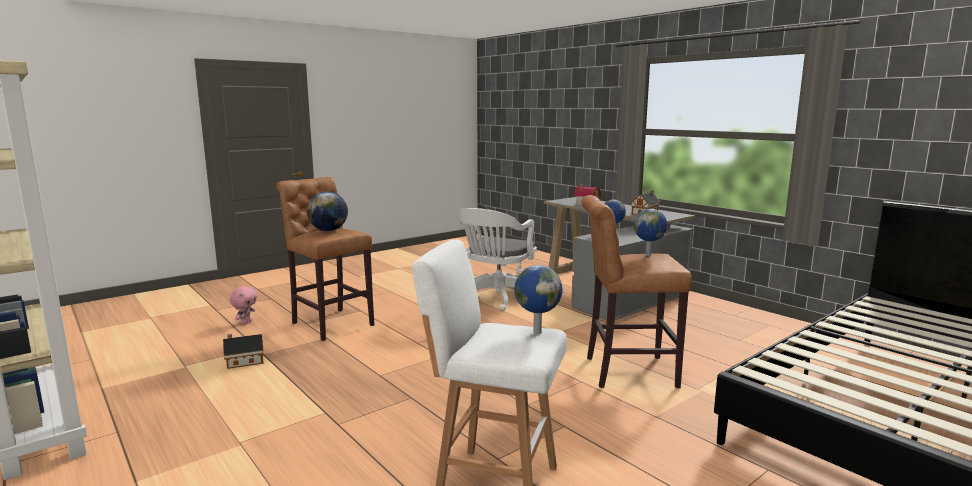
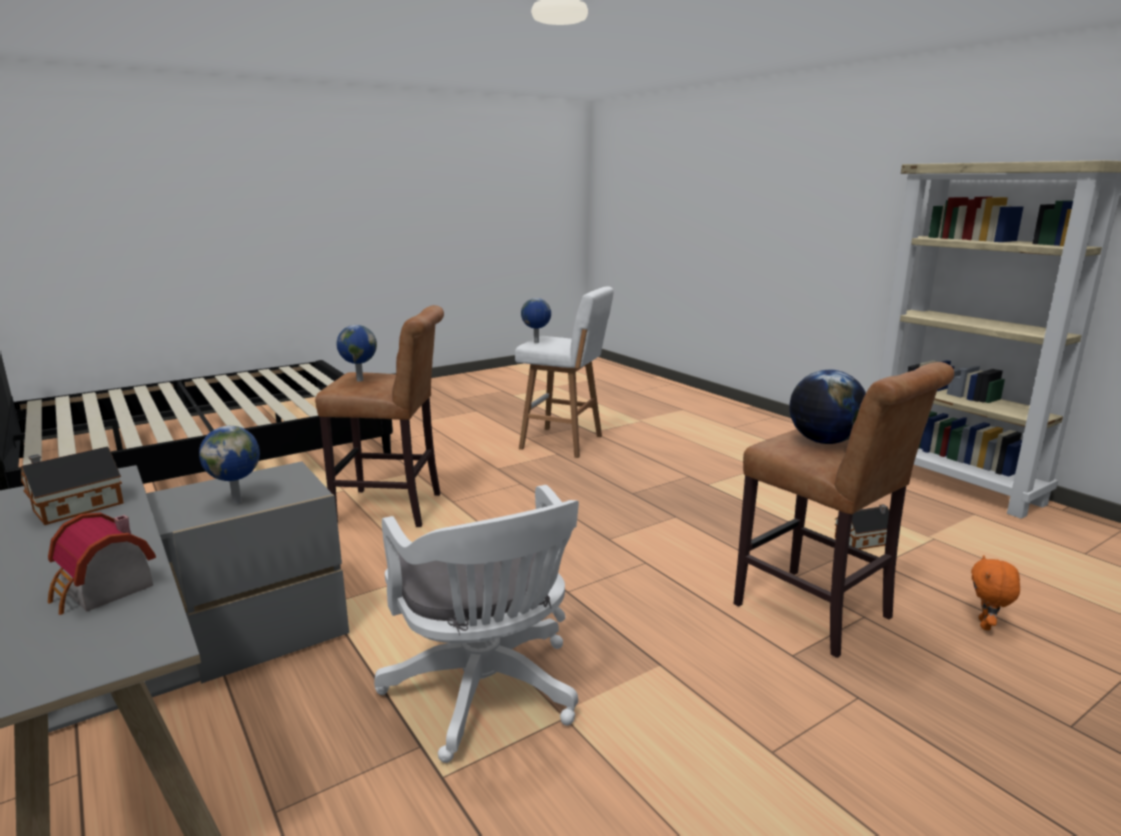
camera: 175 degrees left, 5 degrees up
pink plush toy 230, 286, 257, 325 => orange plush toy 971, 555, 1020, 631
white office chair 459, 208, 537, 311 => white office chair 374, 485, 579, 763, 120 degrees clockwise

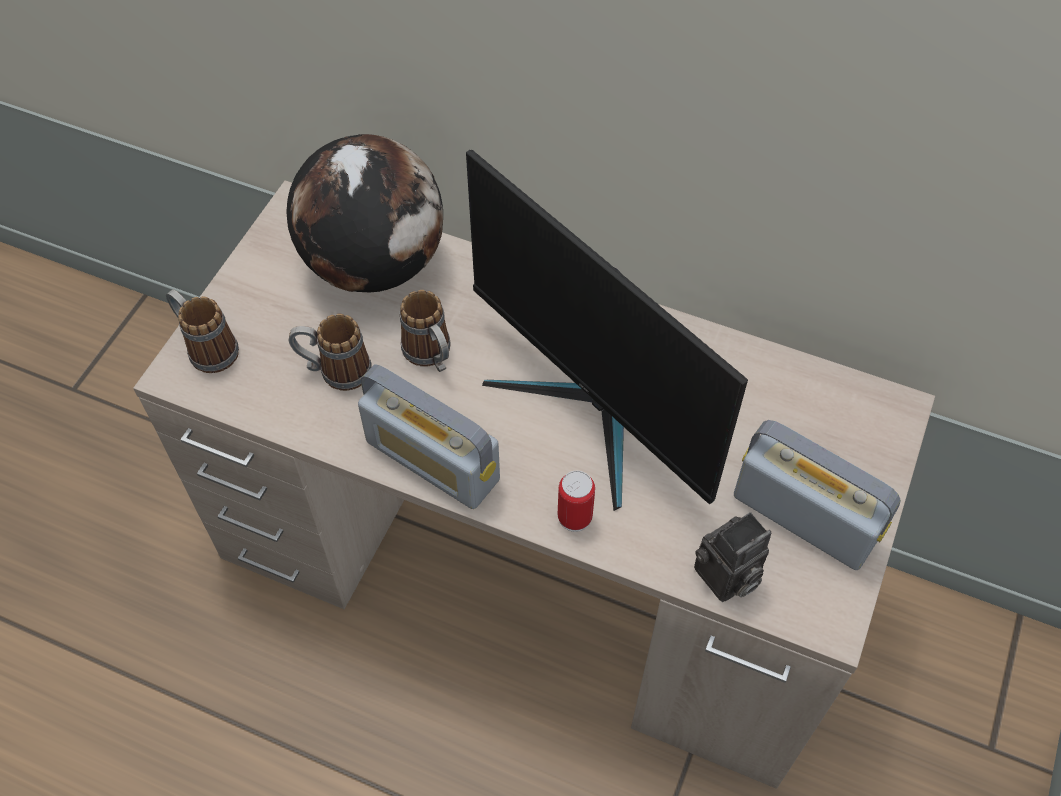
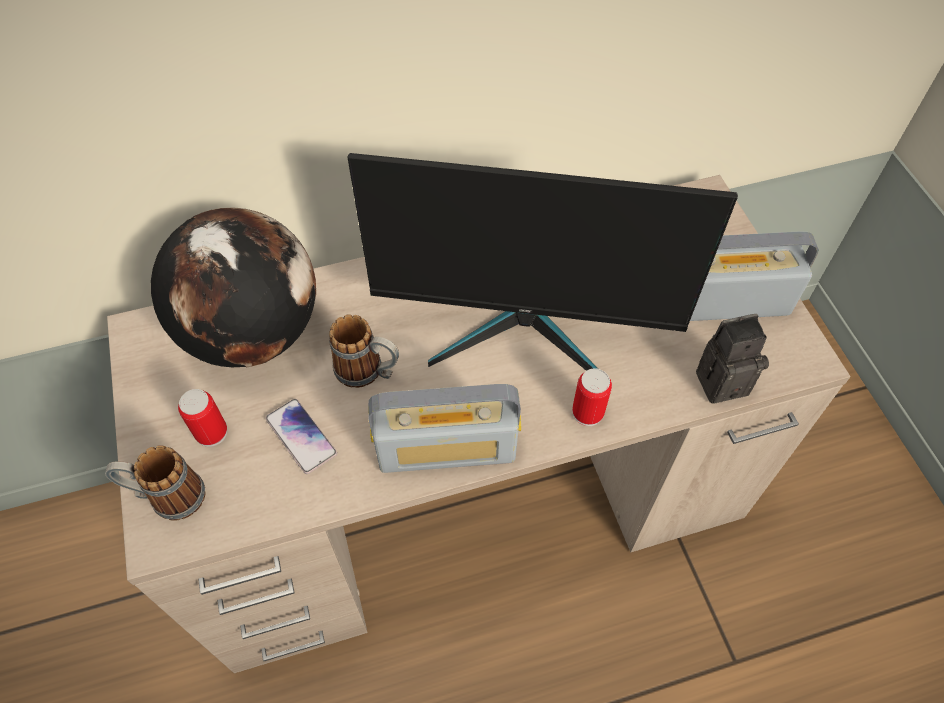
camera: 40 degrees left, 0 degrees up
nothing => can 178, 389, 227, 447
mug 289, 314, 372, 391 => phone 265, 399, 337, 474
photo camera 694, 512, 771, 602 => photo camera 696, 314, 769, 404, 120 degrees counterclockwise

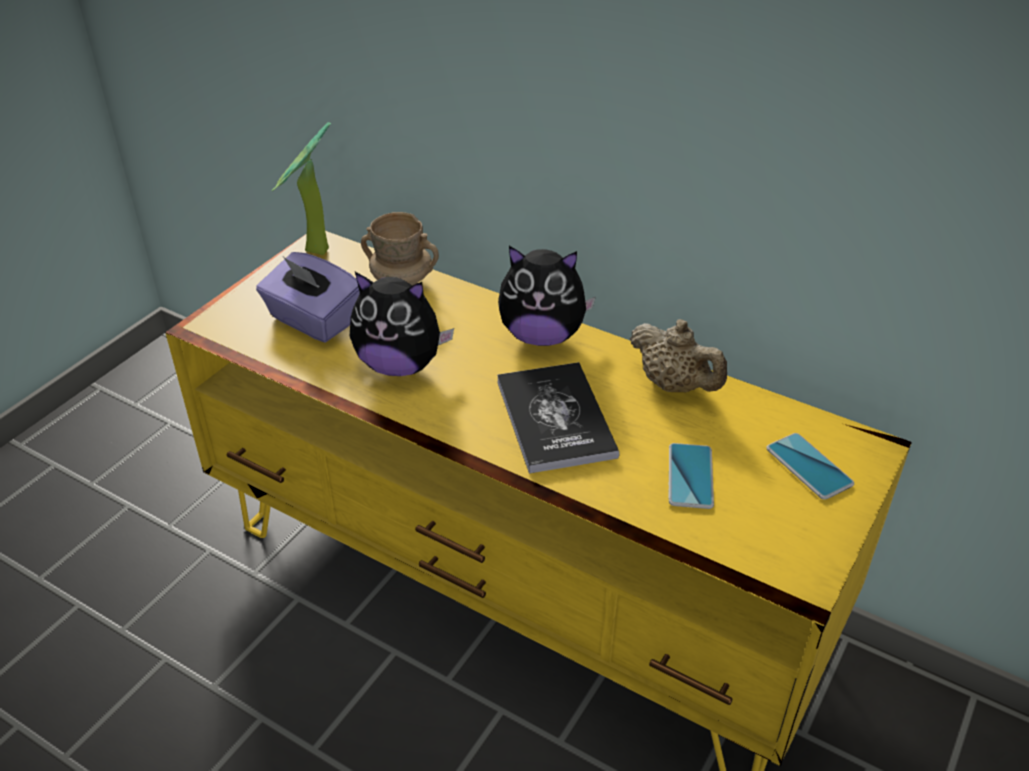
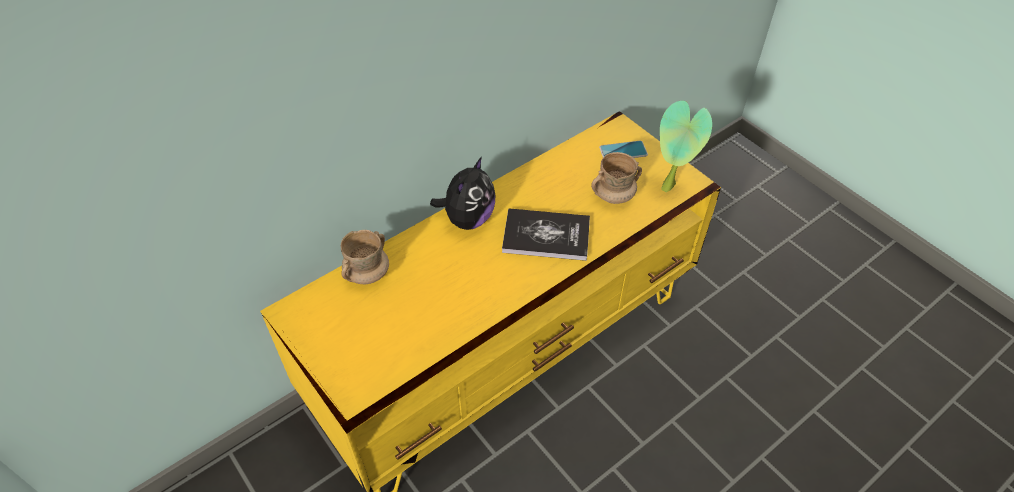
camera: 70 degrees left, 10 degrees up
purple tissue box 256, 252, 360, 342 => nothing
plush toy 350, 272, 454, 376 => nothing
beige teapot 630, 319, 727, 392 => nothing
potted plant 272, 122, 331, 255 => potted plant 660, 100, 712, 192, relocated
phone 668, 443, 714, 509 => beige mug 591, 152, 642, 204

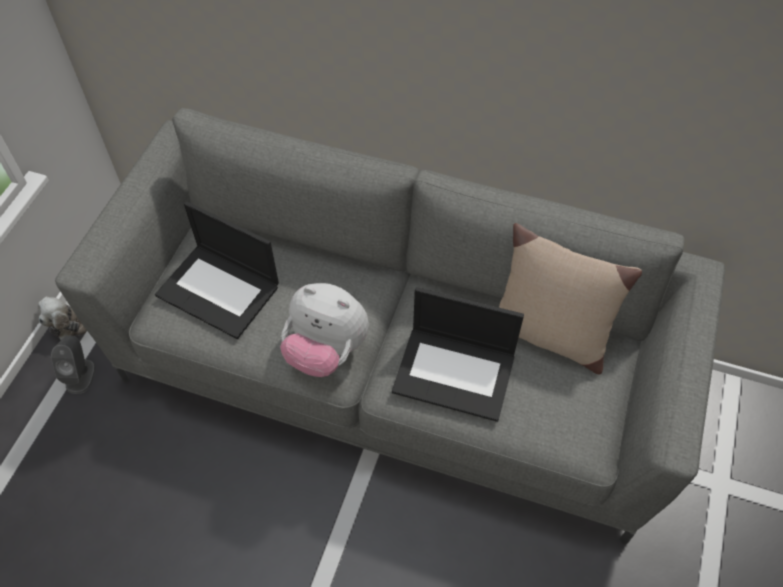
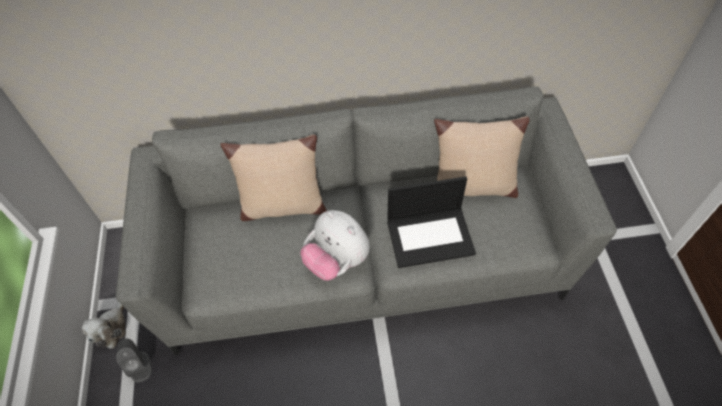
camera: 25 degrees left, 0 degrees up
laptop 155, 201, 279, 339 => nothing
nothing => beige pillow 220, 134, 326, 221
plush toy 280, 283, 369, 377 => plush toy 300, 210, 370, 281, 45 degrees clockwise

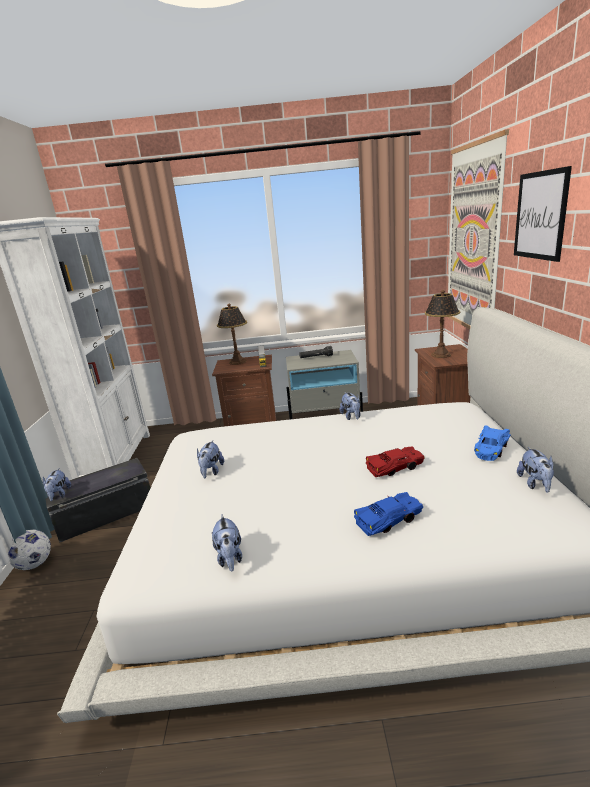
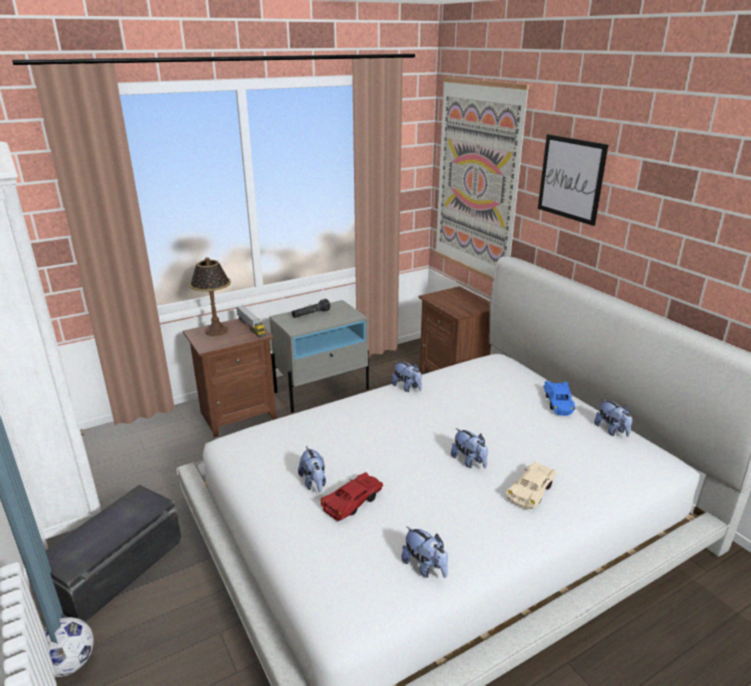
camera: 30 degrees left, 5 degrees up
table lamp 425, 290, 460, 358 => nothing
plush toy 43, 469, 71, 501 => plush toy 451, 428, 488, 468, relocated
red toy car 366, 446, 425, 477 => red toy car 321, 472, 383, 521, relocated
blue toy car 354, 492, 423, 536 => beige toy car 506, 462, 557, 510

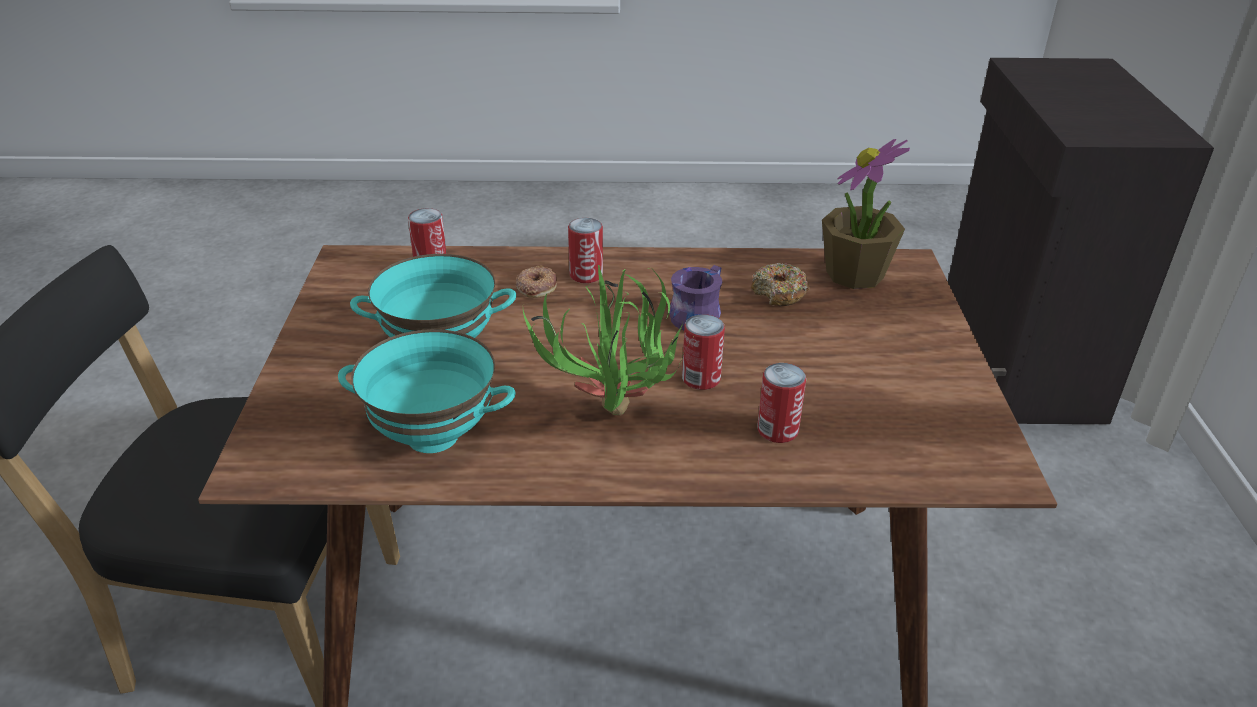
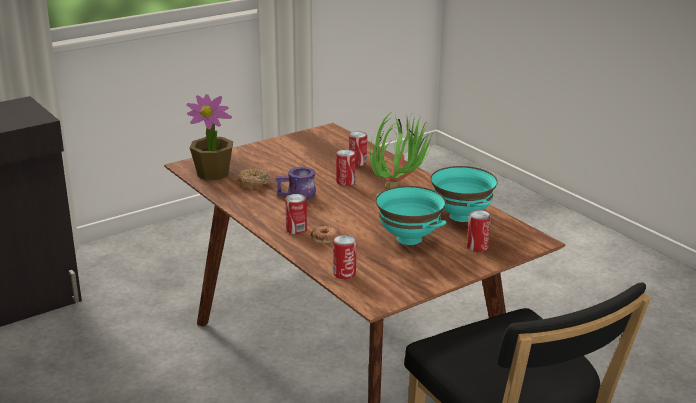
camera: 125 degrees left, 10 degrees down
nothing => can 467, 210, 491, 252

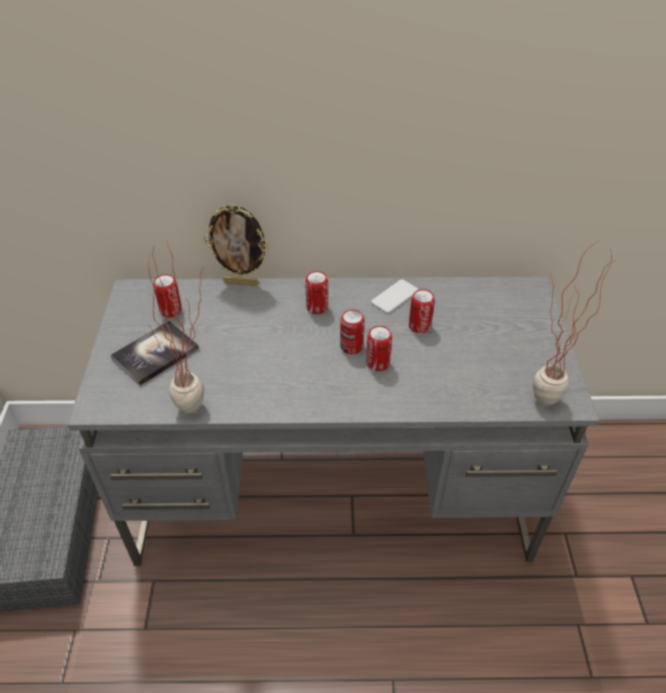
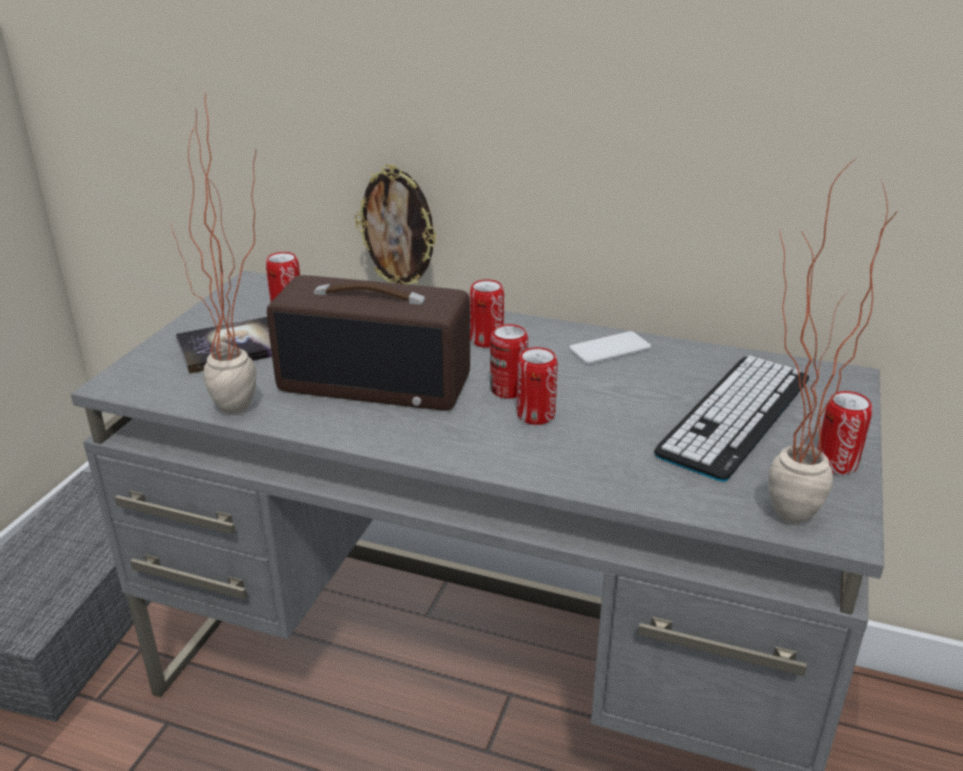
camera: 20 degrees right, 15 degrees down
nothing => radio 267, 275, 470, 410
nothing => keyboard 654, 356, 809, 482
can 409, 289, 435, 333 => can 817, 391, 872, 475, relocated

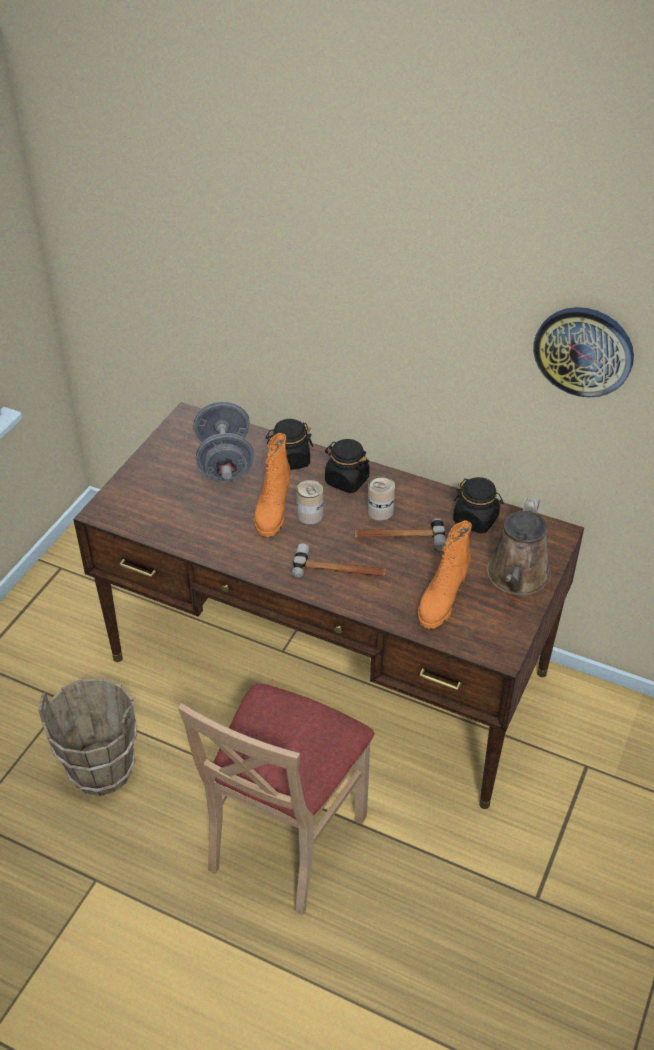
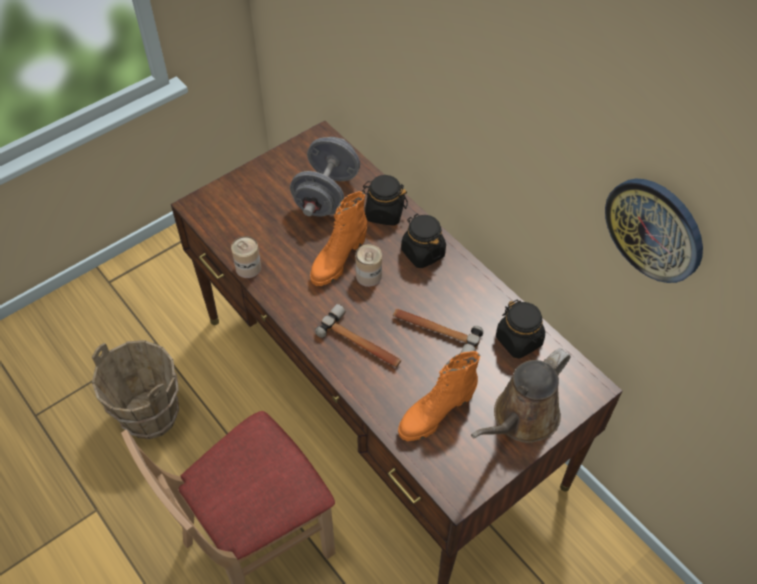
camera: 25 degrees right, 10 degrees up
can 367, 476, 395, 521 => can 231, 236, 261, 278, relocated

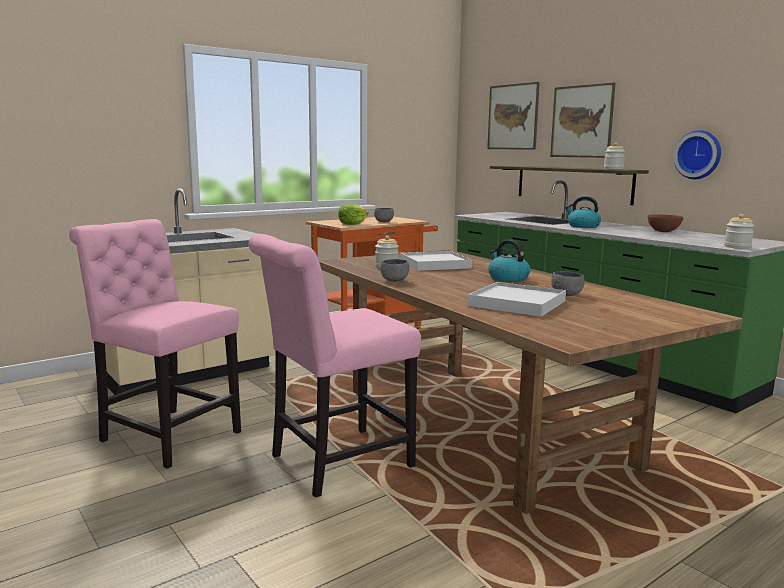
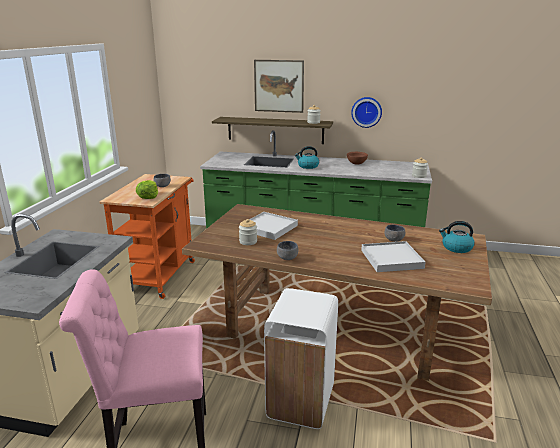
camera: 40 degrees left, 10 degrees up
picture 487, 82, 540, 150 => nothing
kettle 488, 240, 530, 282 => kettle 439, 221, 475, 253, relocated
pink chair 249, 234, 421, 498 => white trash can 264, 288, 338, 429

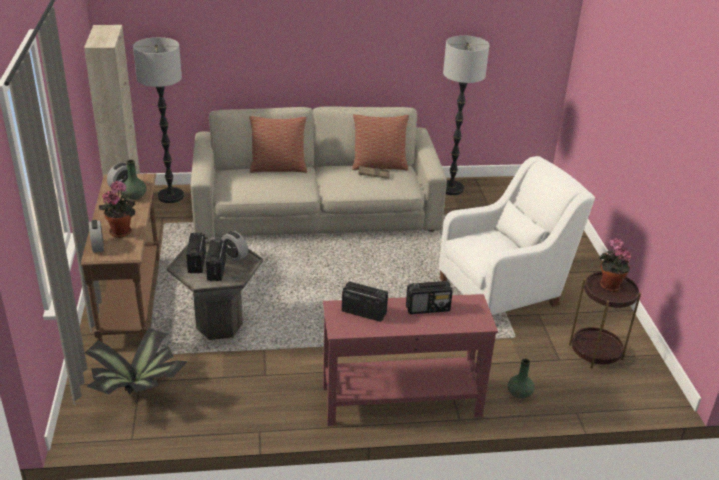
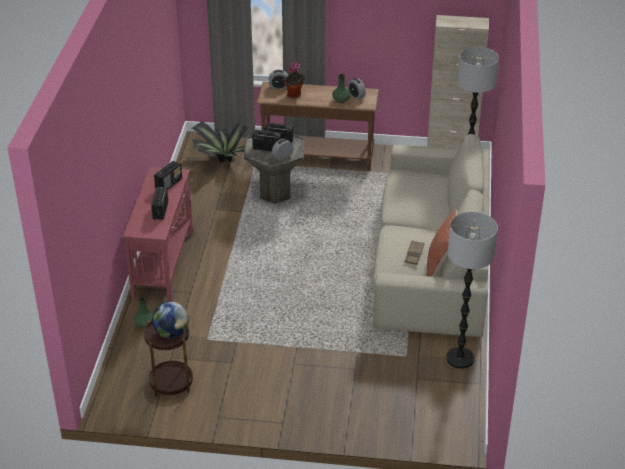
camera: 105 degrees right, 5 degrees up
pillow 249, 116, 307, 173 => nothing
white armchair 439, 156, 595, 317 => nothing
potted plant 599, 238, 631, 292 => globe 152, 302, 189, 338

